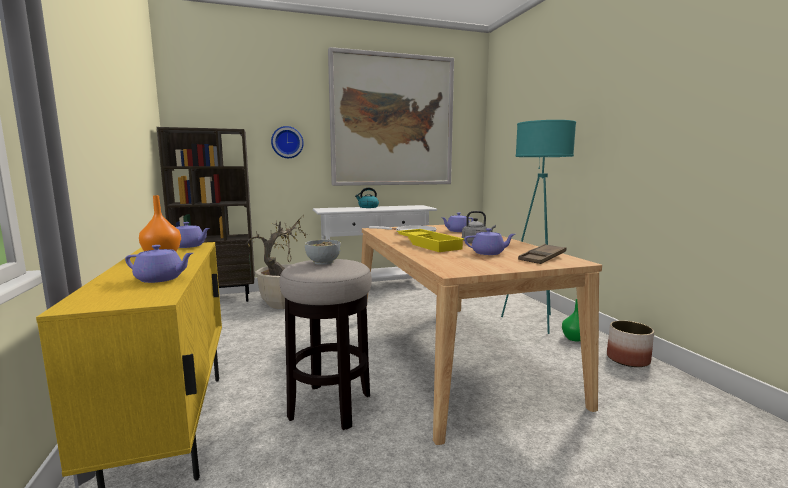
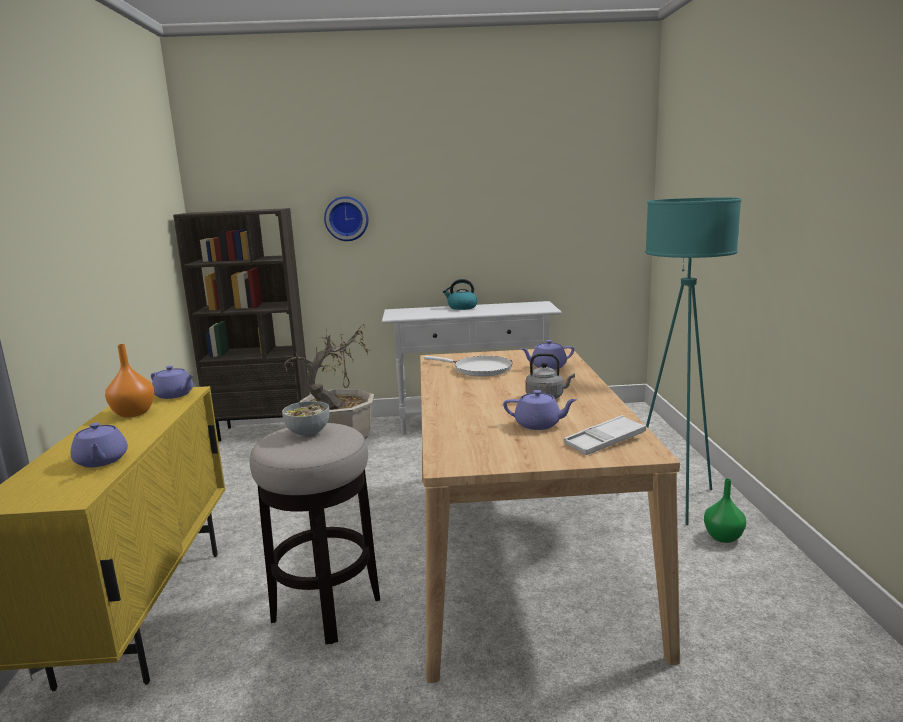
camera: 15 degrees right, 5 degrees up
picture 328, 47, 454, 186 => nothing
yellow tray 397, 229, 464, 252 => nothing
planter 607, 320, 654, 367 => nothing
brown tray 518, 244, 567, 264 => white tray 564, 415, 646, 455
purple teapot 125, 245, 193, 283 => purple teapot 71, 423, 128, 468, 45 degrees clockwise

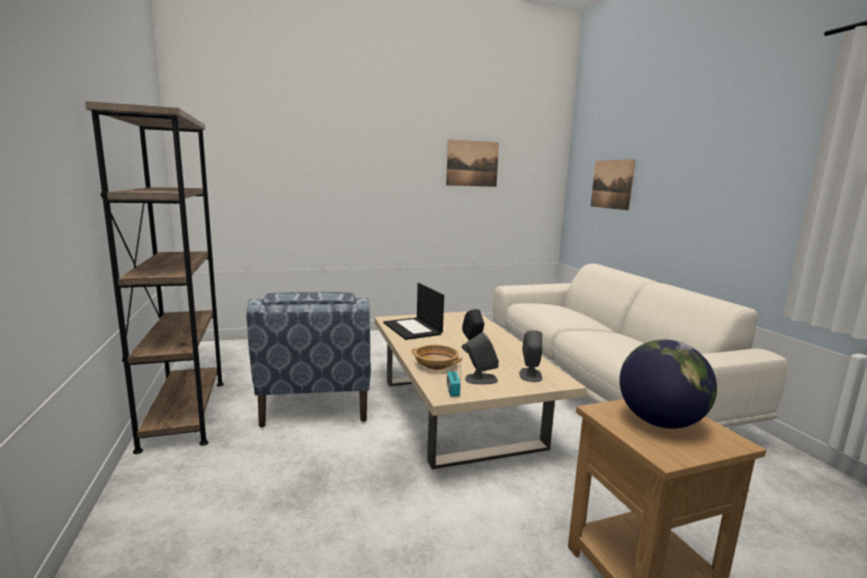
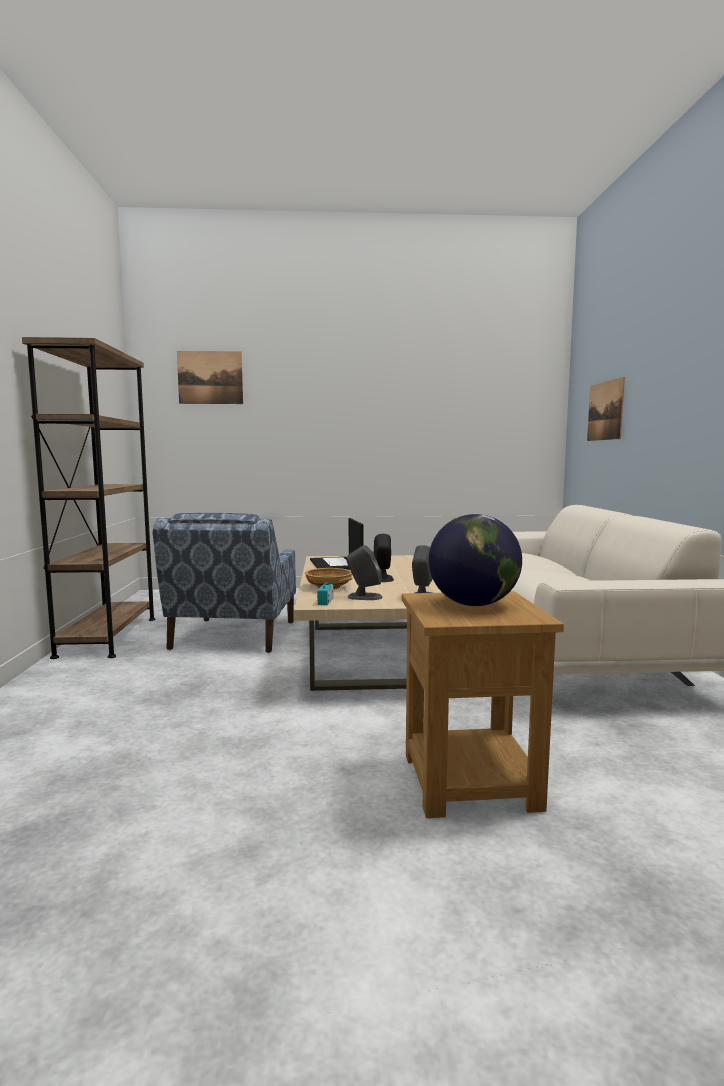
camera: 15 degrees right, 5 degrees down
picture 446, 139, 499, 187 => picture 177, 351, 243, 404, relocated

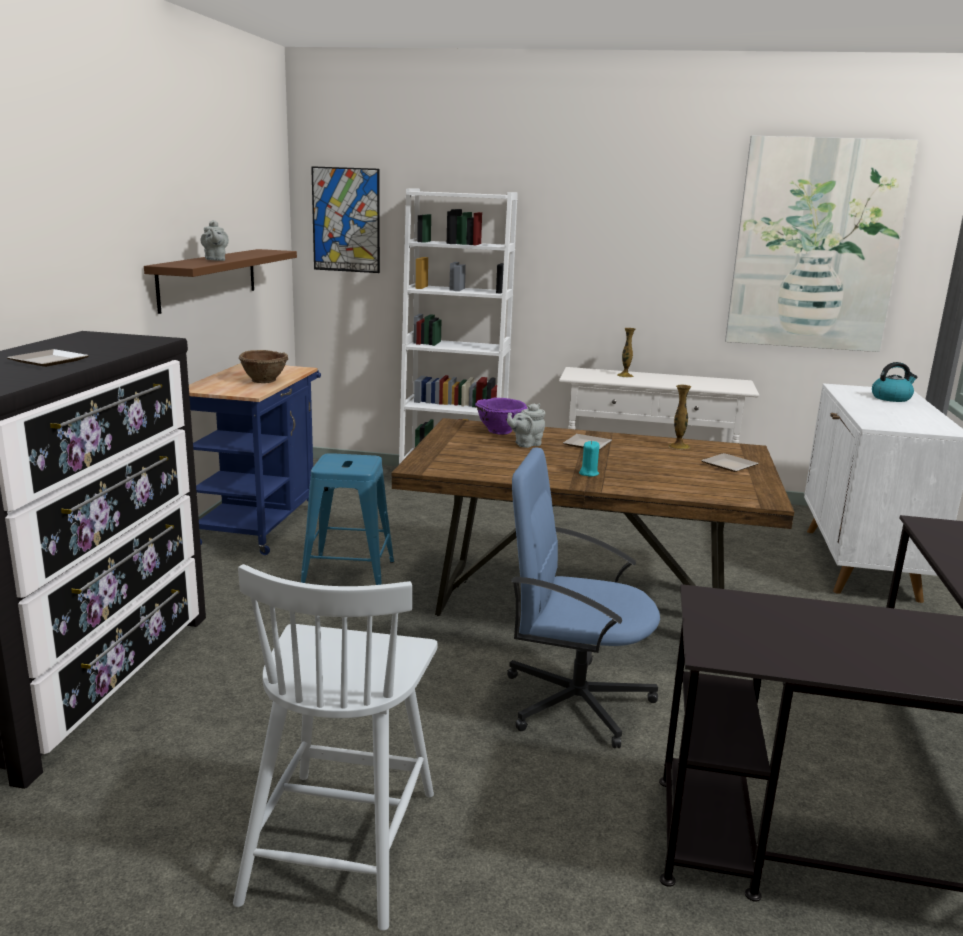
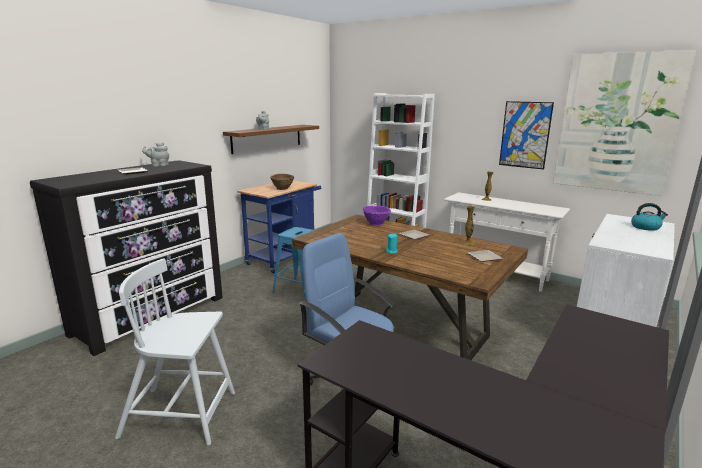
camera: 25 degrees right, 0 degrees up
picture 311, 166, 380, 273 => picture 499, 101, 554, 170, relocated
grey teapot 507, 403, 545, 448 => grey teapot 142, 142, 169, 167, relocated
white chair 233, 564, 438, 931 => white chair 115, 259, 235, 445, 60 degrees clockwise

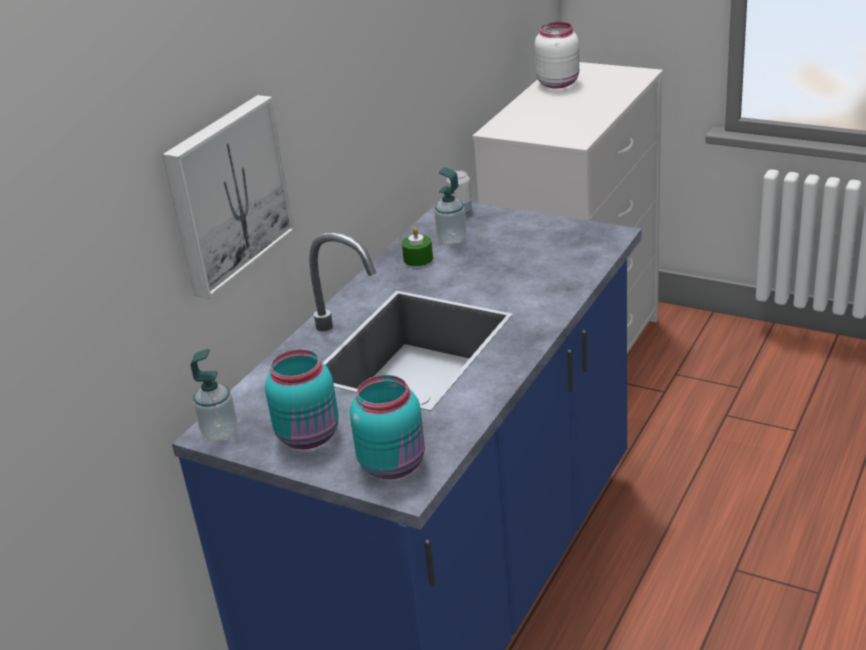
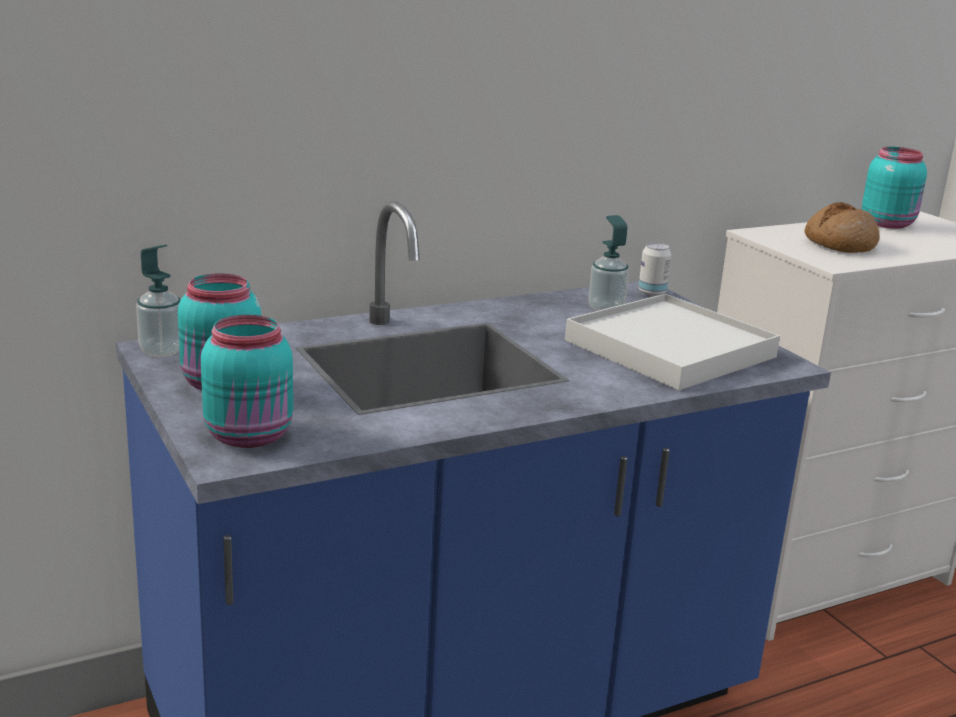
camera: 30 degrees right, 10 degrees down
picture 162, 95, 295, 299 => nothing
green candle 402, 227, 433, 266 => nothing
nothing => white tray 565, 294, 780, 390
nothing => bread 804, 202, 880, 253
white jar 534, 22, 579, 89 => turquoise jar 862, 147, 927, 229

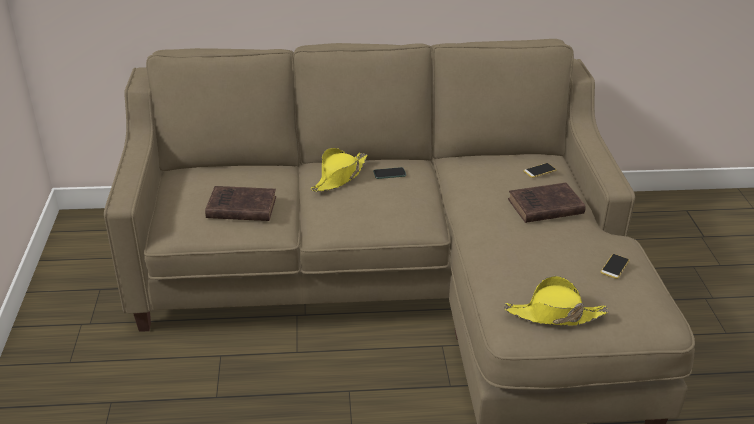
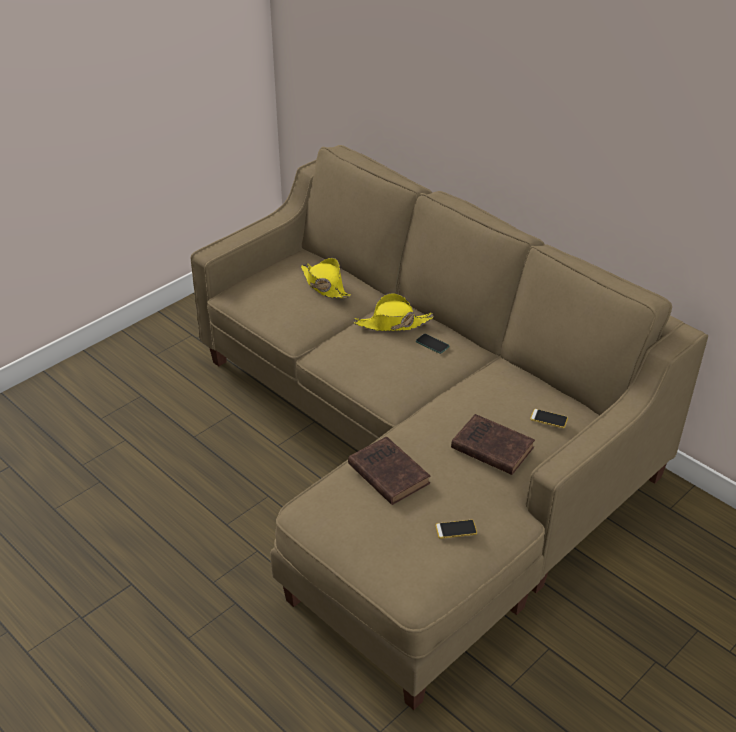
camera: 50 degrees right, 5 degrees up
brown book 205, 186, 276, 221 => brown book 348, 437, 430, 505, relocated
yellow hat 504, 276, 608, 325 => yellow hat 301, 258, 351, 298, relocated

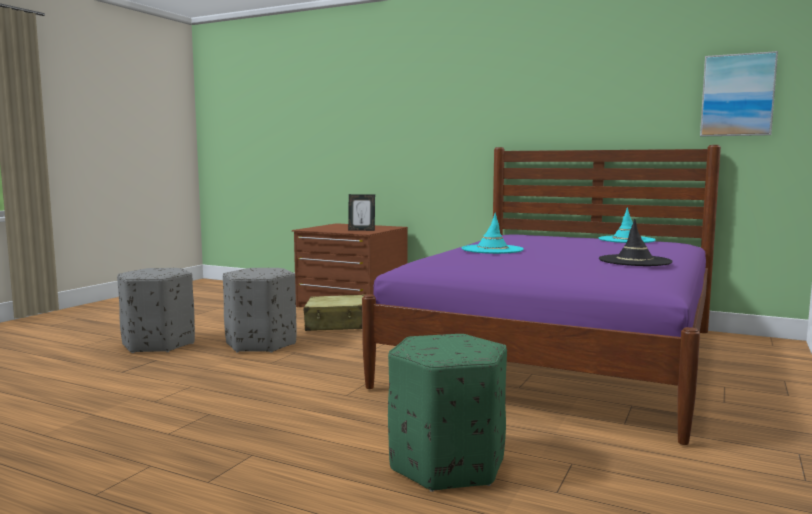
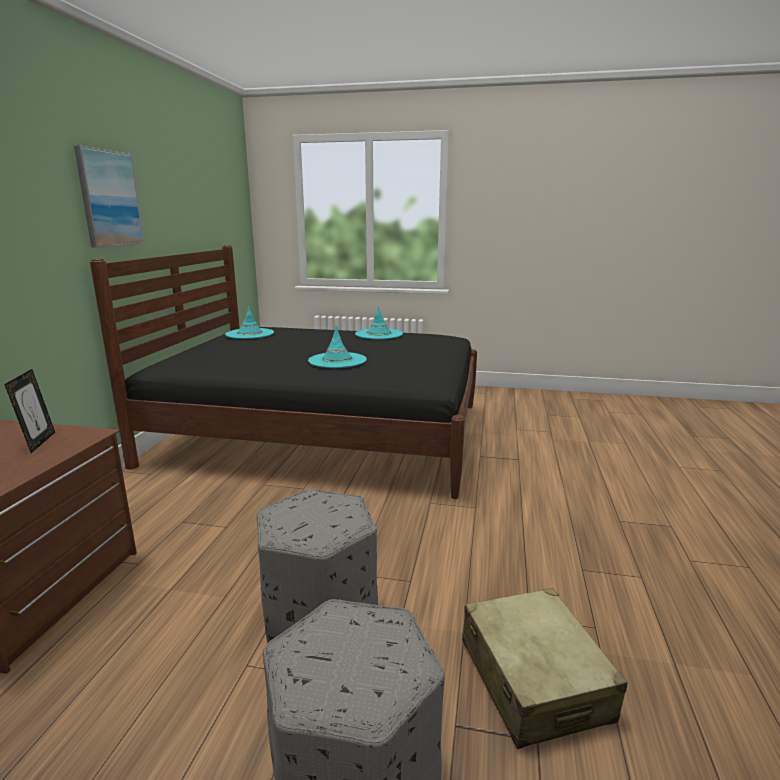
camera: 105 degrees left, 10 degrees up
green ottoman 388, 334, 507, 492 => nothing
beige suitcase 304, 295, 364, 331 => beige suitcase 462, 588, 628, 749, relocated
picture 700, 51, 778, 136 => picture 74, 146, 144, 247, relocated
purple bed 362, 145, 721, 445 => black bed 90, 245, 477, 499
black hat 599, 219, 673, 266 => turquoise hat 355, 306, 403, 339

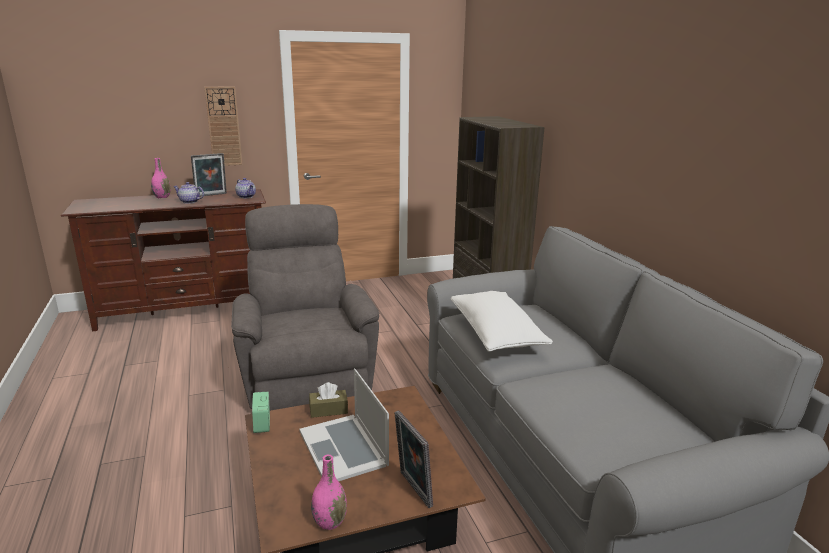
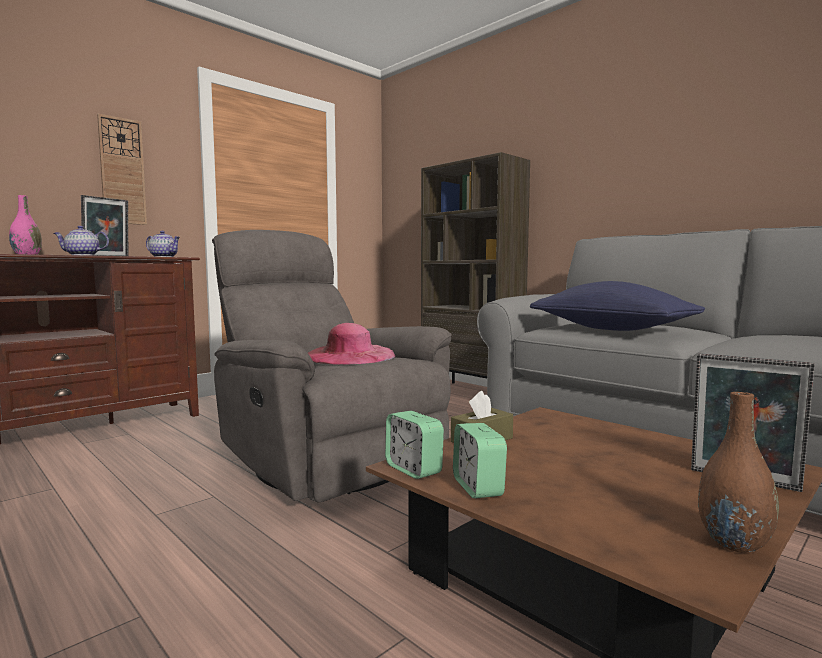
camera: 25 degrees left, 15 degrees down
laptop 299, 369, 389, 481 => nothing
nothing => pink hat 308, 323, 395, 364
nothing => alarm clock 453, 423, 507, 498
pink vase 311, 455, 347, 530 => brown vase 698, 392, 779, 553
white pillow 451, 291, 553, 352 => blue pillow 530, 281, 705, 331

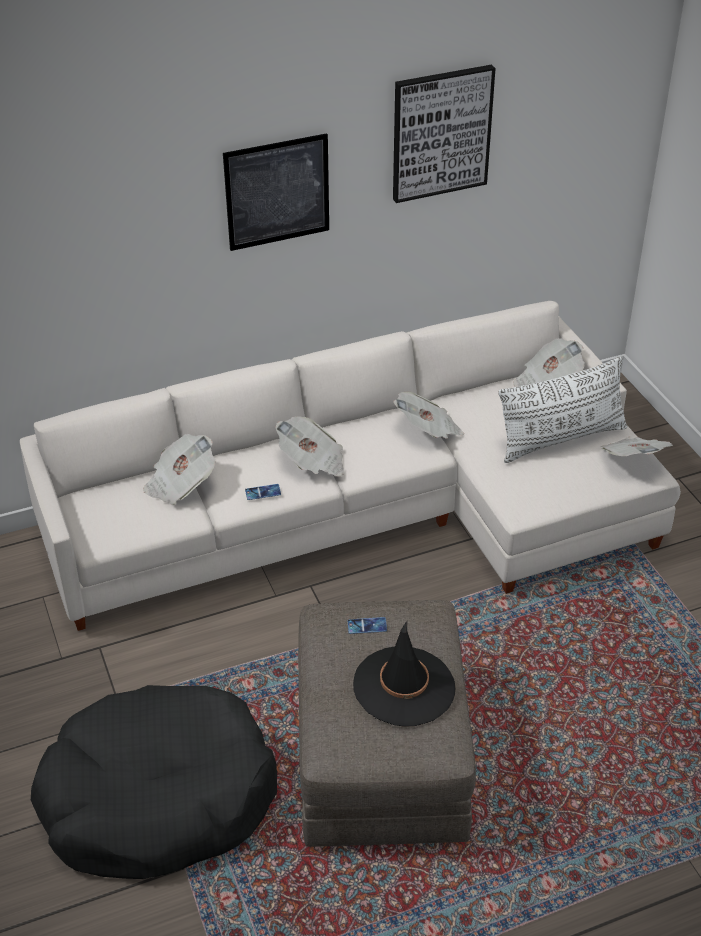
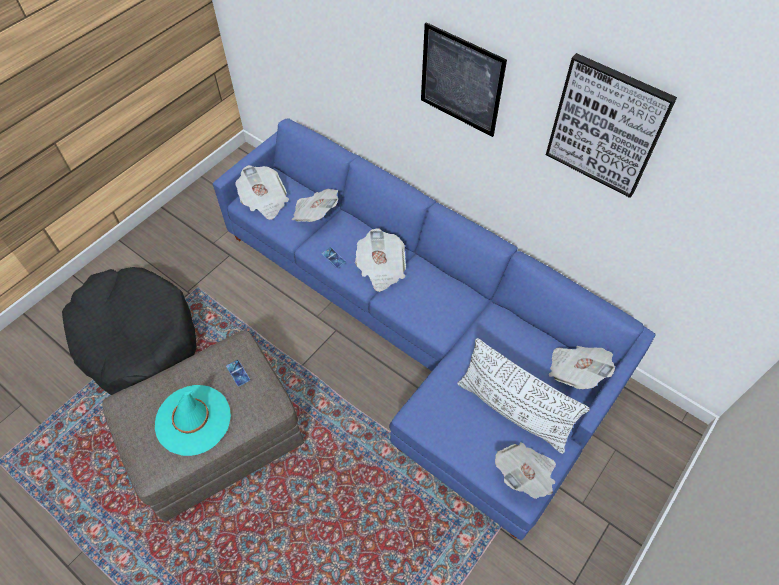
camera: 60 degrees right, 15 degrees up
newspaper 393, 391, 464, 438 => newspaper 235, 165, 289, 220, relocated
white sofa 20, 301, 681, 631 => blue sofa 213, 118, 656, 540
black hat 353, 621, 456, 727 => turquoise hat 155, 385, 231, 456

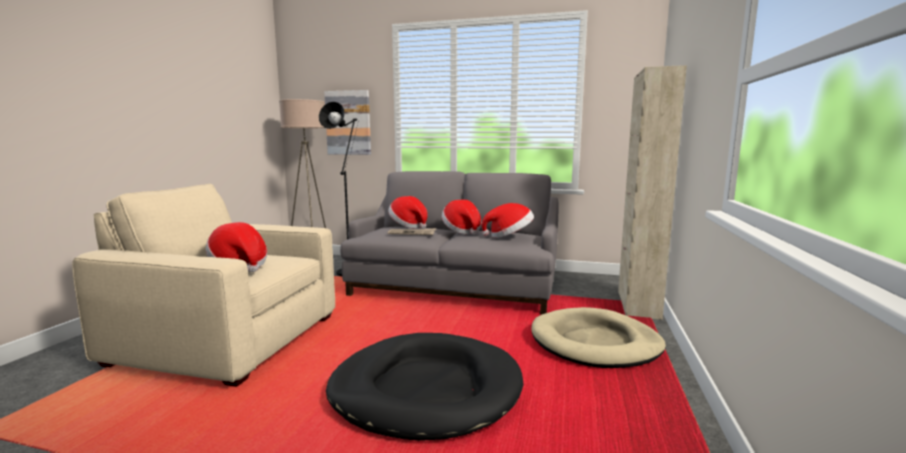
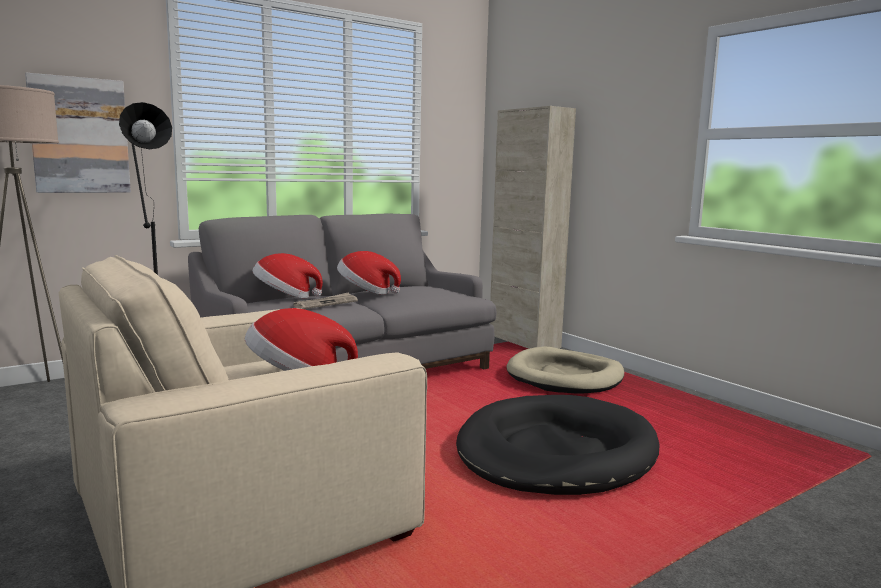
camera: 50 degrees left, 0 degrees up
hat 481, 203, 534, 238 => nothing

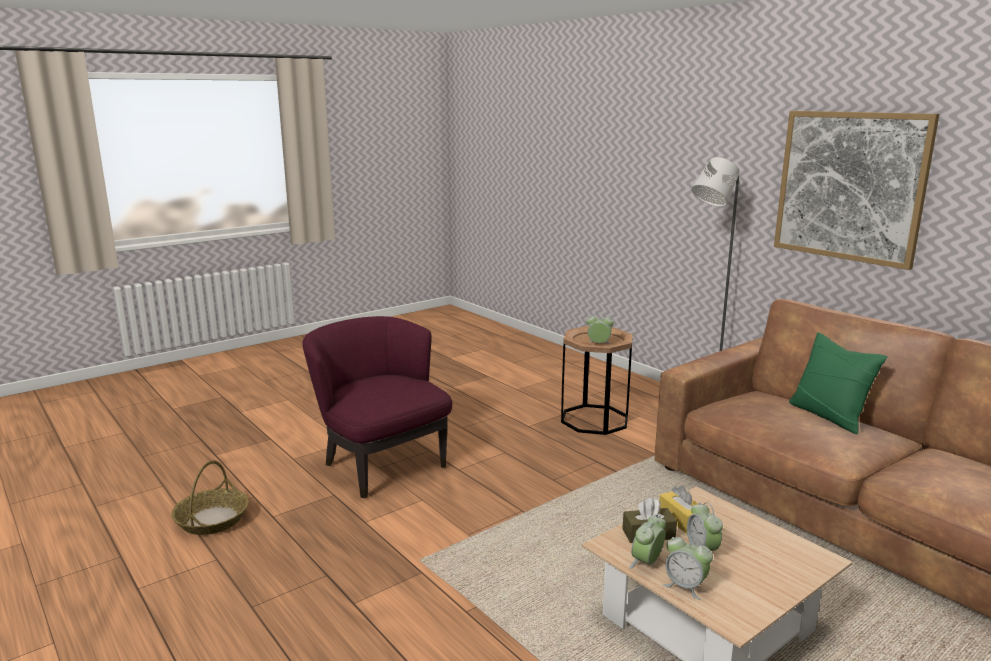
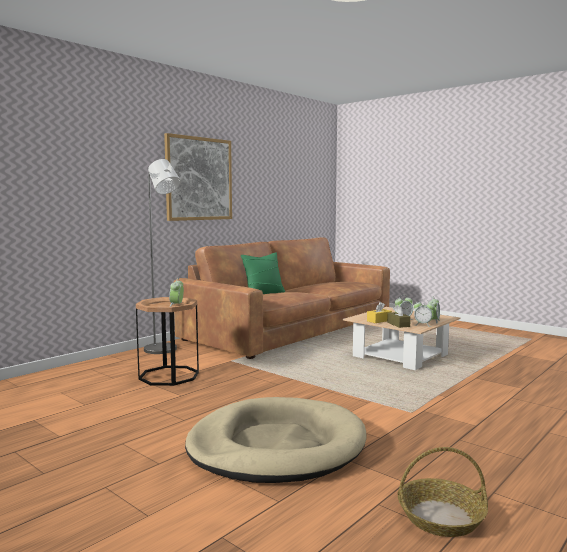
camera: 100 degrees left, 10 degrees down
purple armchair 302, 316, 452, 498 => beige dog bed 185, 397, 366, 483

